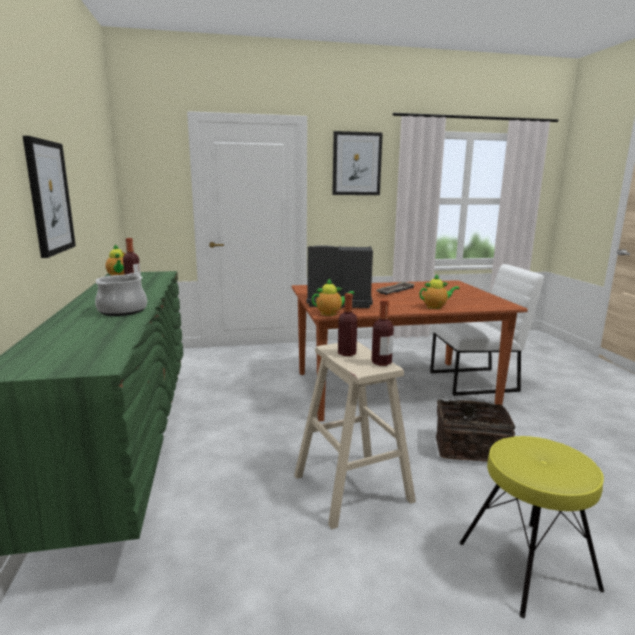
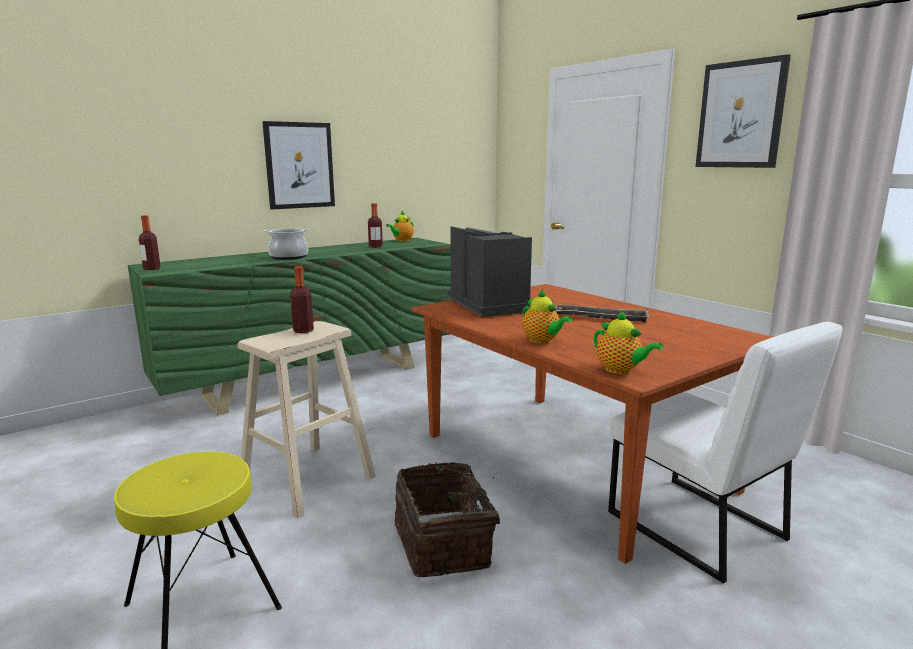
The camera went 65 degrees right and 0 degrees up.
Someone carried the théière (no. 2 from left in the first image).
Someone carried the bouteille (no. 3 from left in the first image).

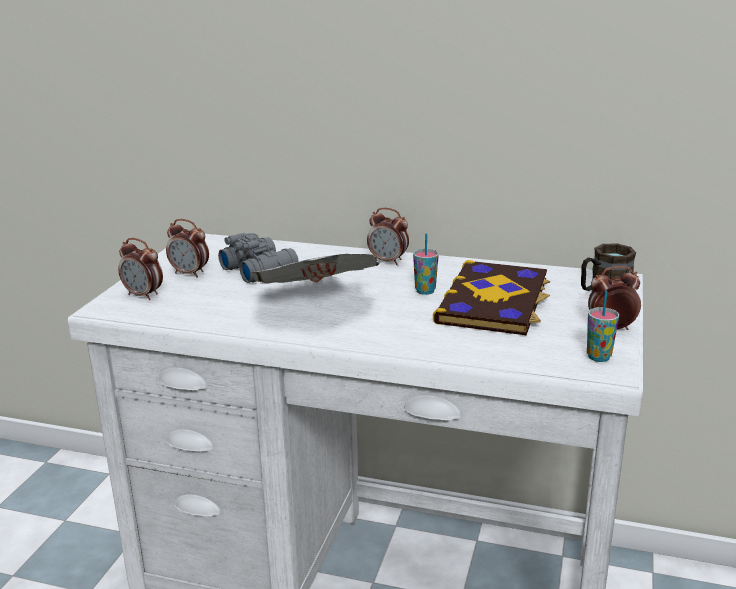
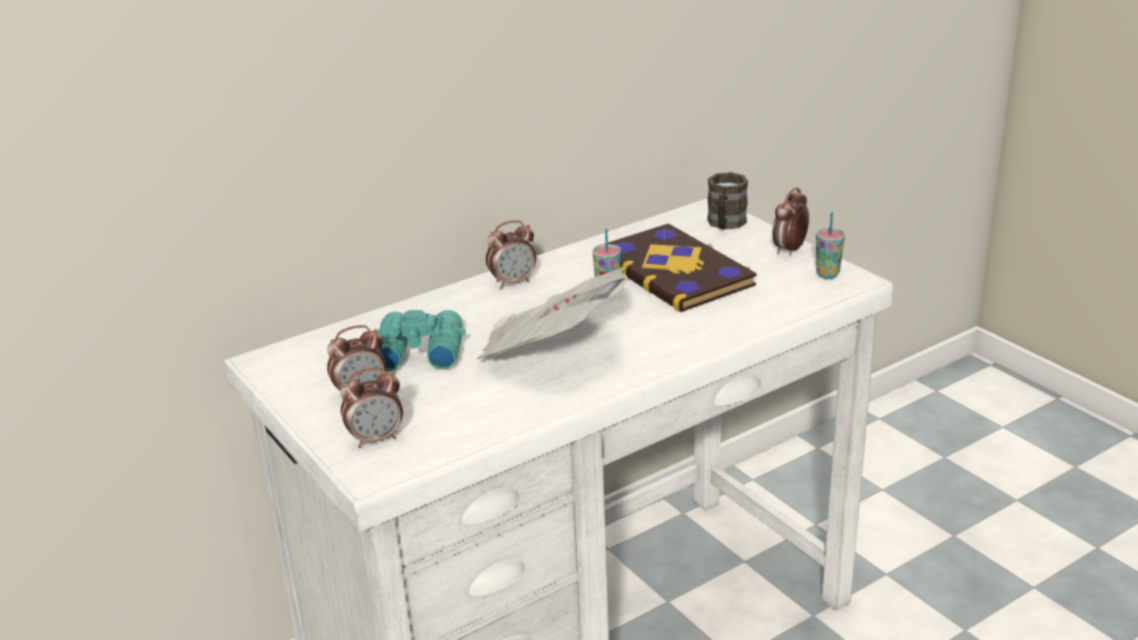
The camera went 50 degrees left and 5 degrees up.
Someone repainted the jumelles/gris, which became the jumelles/turquoise.

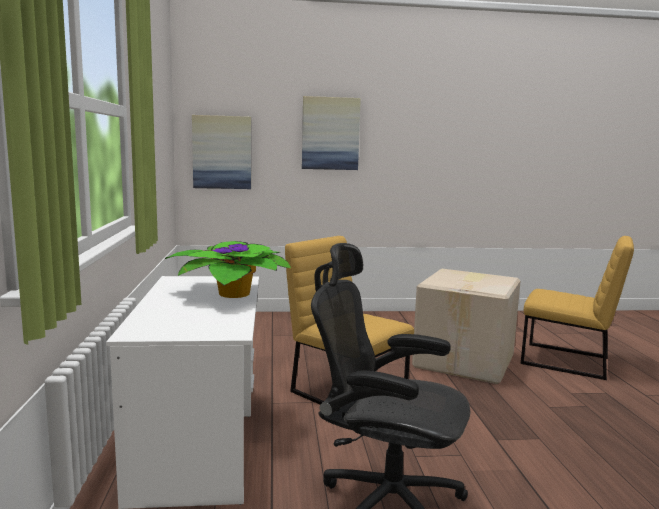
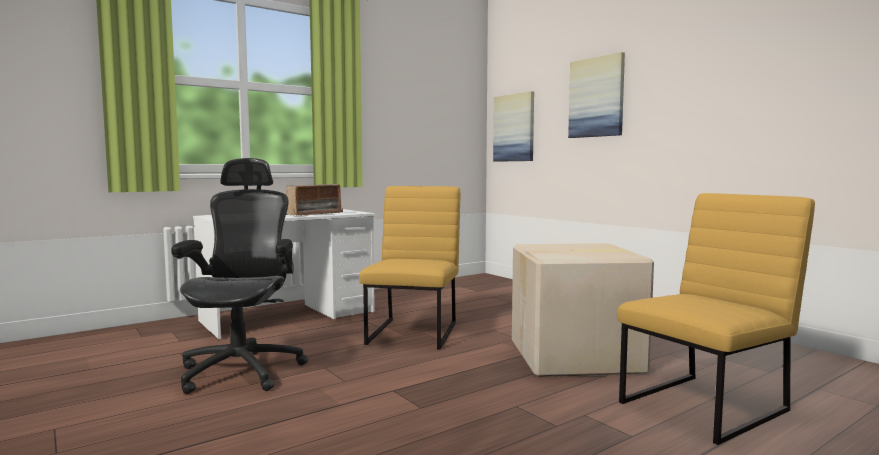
The camera went 60 degrees right and 5 degrees down.
Someone rotated the chaise/jaune (no. 2 from left) by 120 degrees counterclockwise.
Someone swapped the plante en pot for the radio.

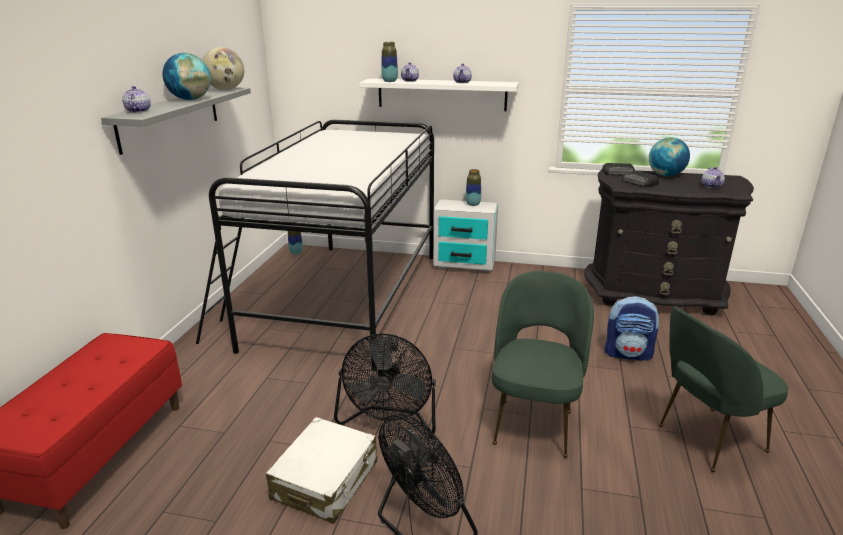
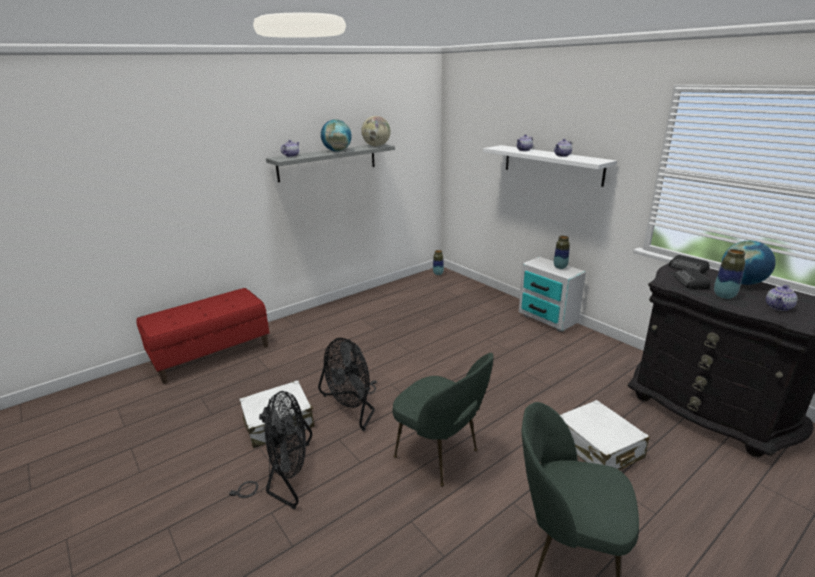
The camera went 40 degrees right and 0 degrees up.
Someone carried the vase (no. 2 from left in the first image).
Someone took away the lit/noir.
Someone rotated the chaise/vert (no. 1 from left) by 75 degrees clockwise.
Someone swapped the sac à dos for the valise/blanc (no. 2 from left).

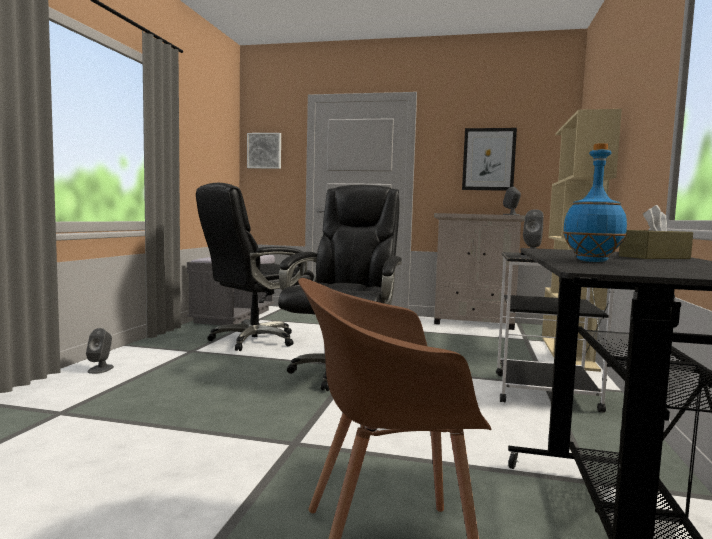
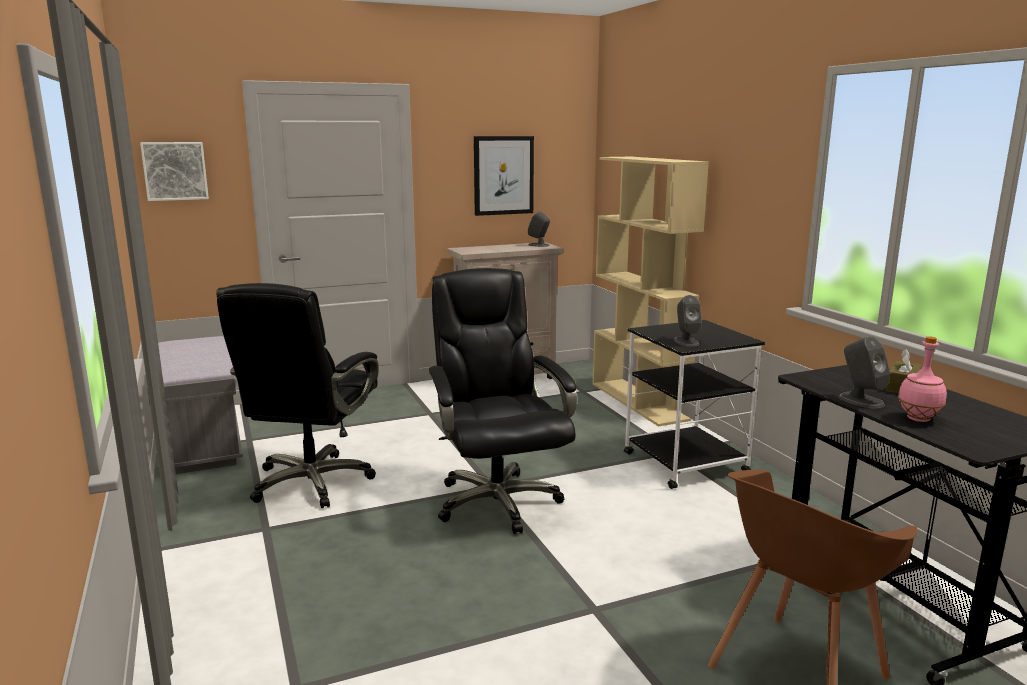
The camera went 35 degrees left and 10 degrees up.
Someone repainted the bouteille/bleu, which became the bouteille/rose.
Someone carried the enceinte/gris (no. 1 from left in the first image).

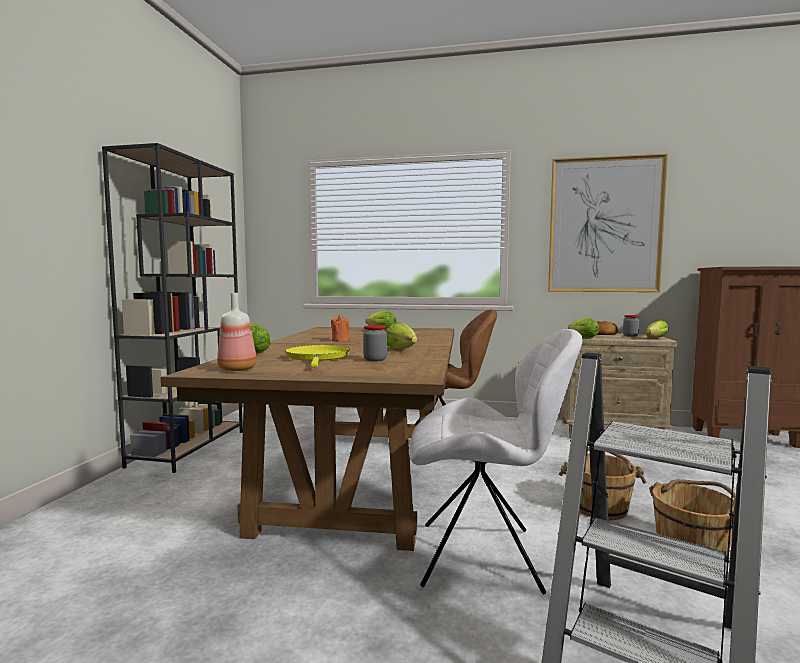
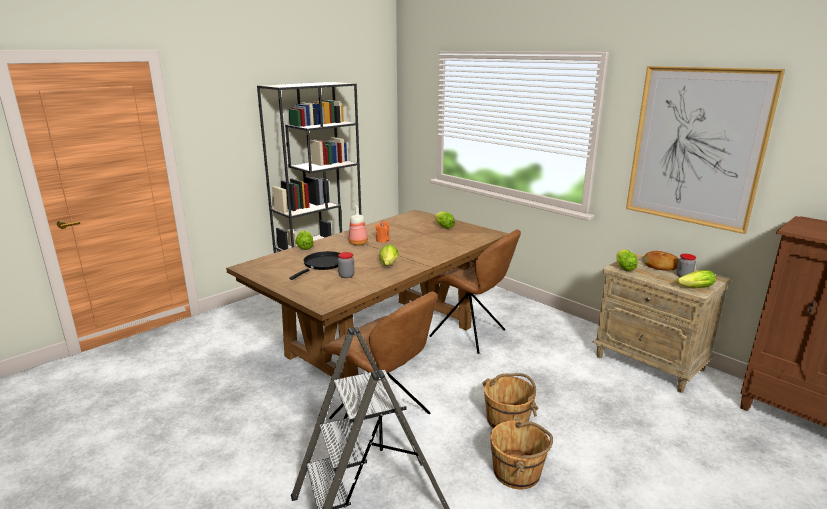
The camera went 35 degrees right and 15 degrees up.
Someone carried the bouteille.
Someone repainted the chaise/blanc, which became the chaise/marron (no. 1 from left).
Someone repainted the poêle/jaune, which became the poêle/noir.

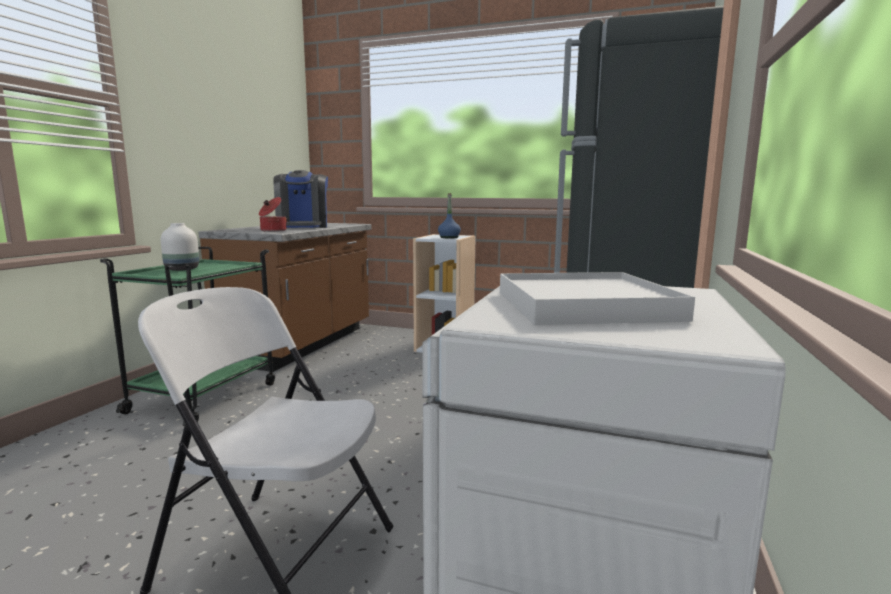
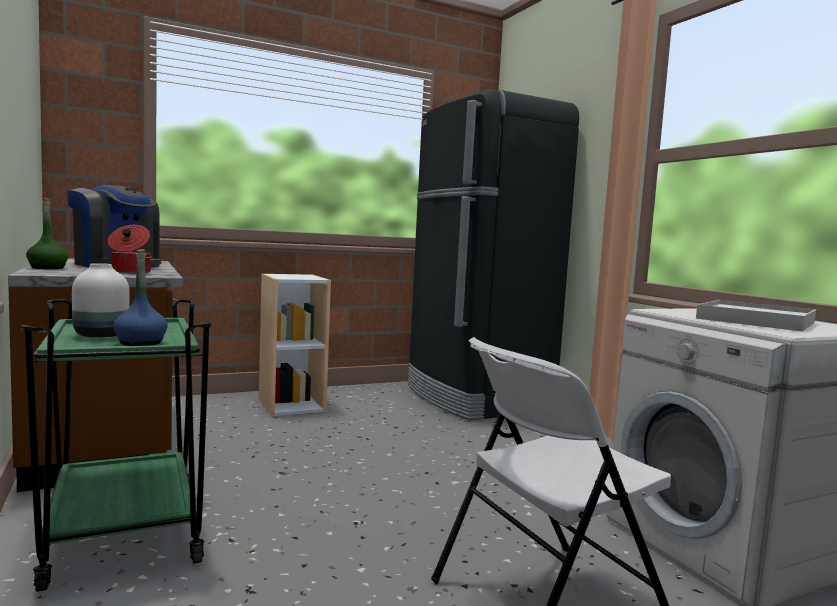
The camera went 45 degrees left and 5 degrees down.
Someone carried the bouteille/bleu.
Someone put down the bouteille/vert.

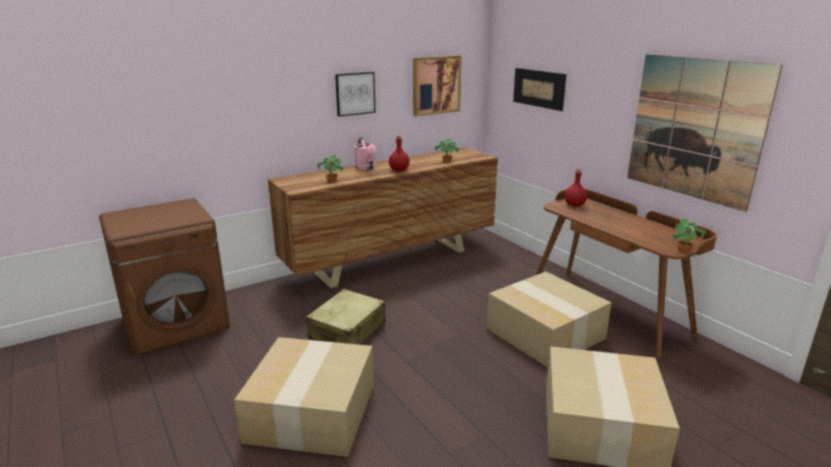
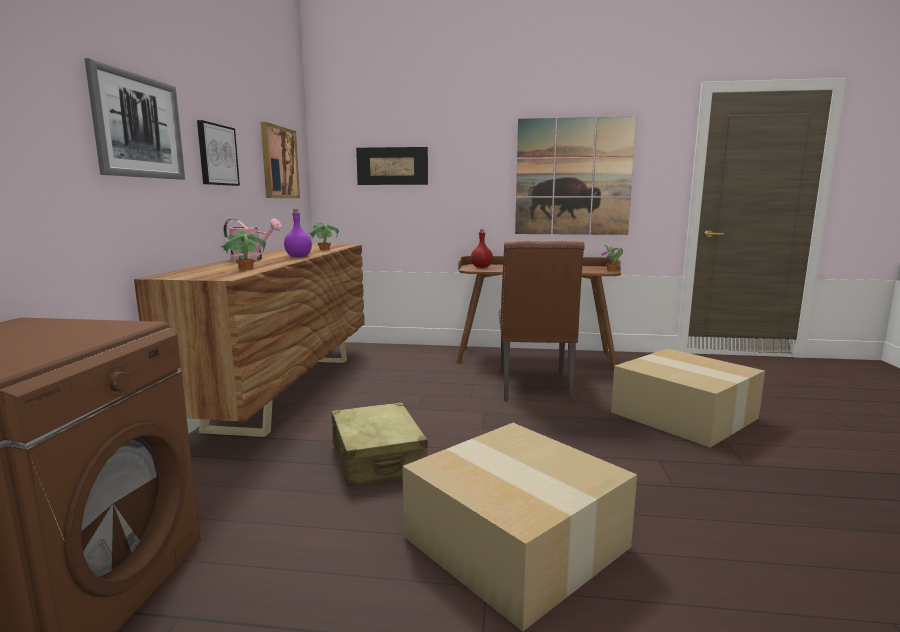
The camera went 50 degrees left and 10 degrees down.
Someone repainted the bouteille/rouge (no. 1 from left), which became the bouteille/violet.
Someone swapped the carton (no. 2 from left) for the chaise/marron.
Someone put up the tableau (no. 1 from left).

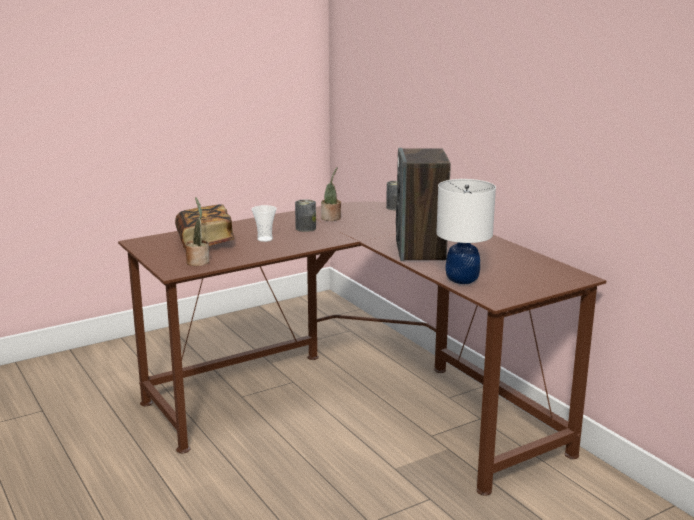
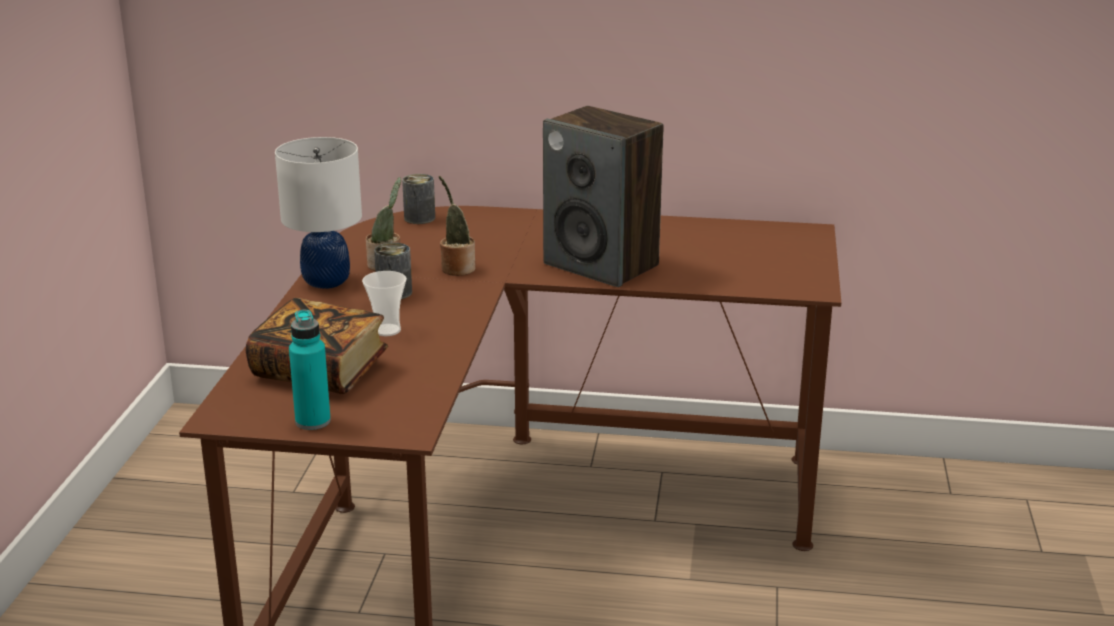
The camera went 50 degrees left and 5 degrees up.
Someone carried the lampe de table/blanc.
Someone carried the plante en pot (no. 1 from left in the first image).
Someone put down the bouteille/turquoise.

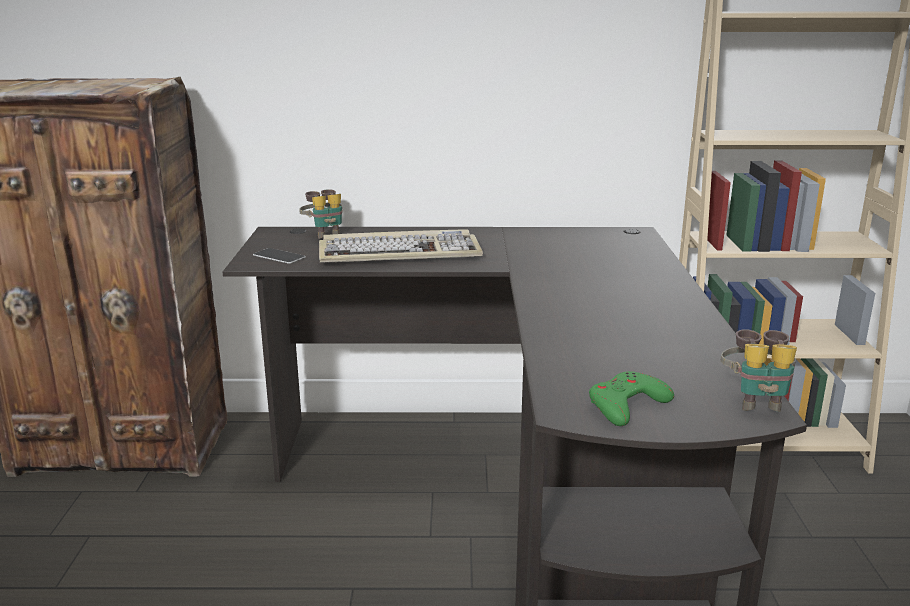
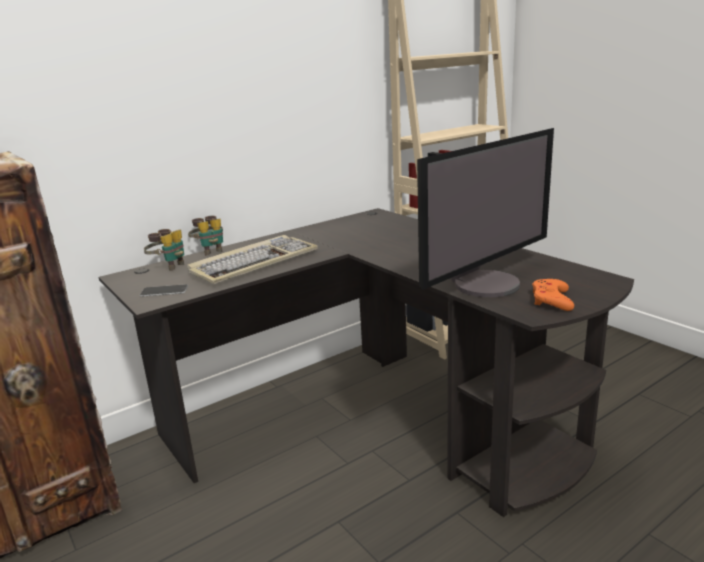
The camera went 35 degrees left and 0 degrees up.
Someone carried the jumelles (no. 2 from left).
Someone repainted the manette/vert, which became the manette/orange.
Someone put down the écran d'ordinateur.

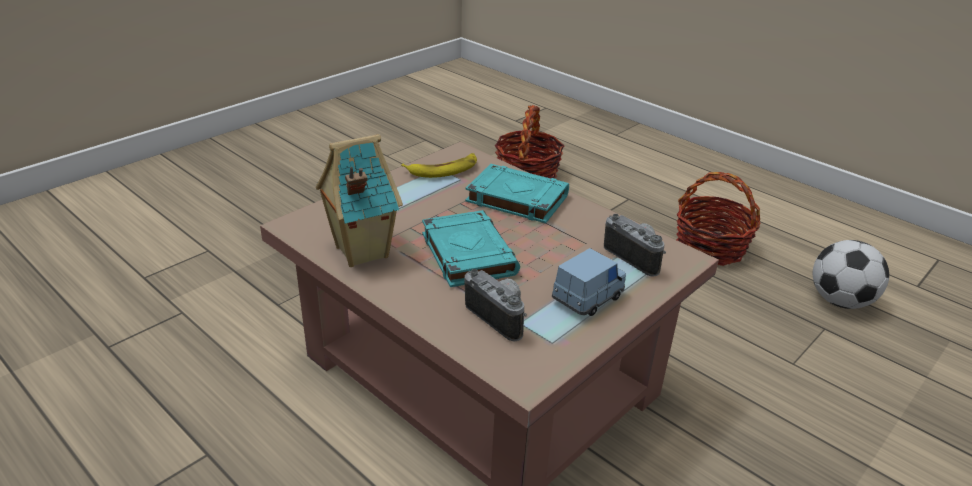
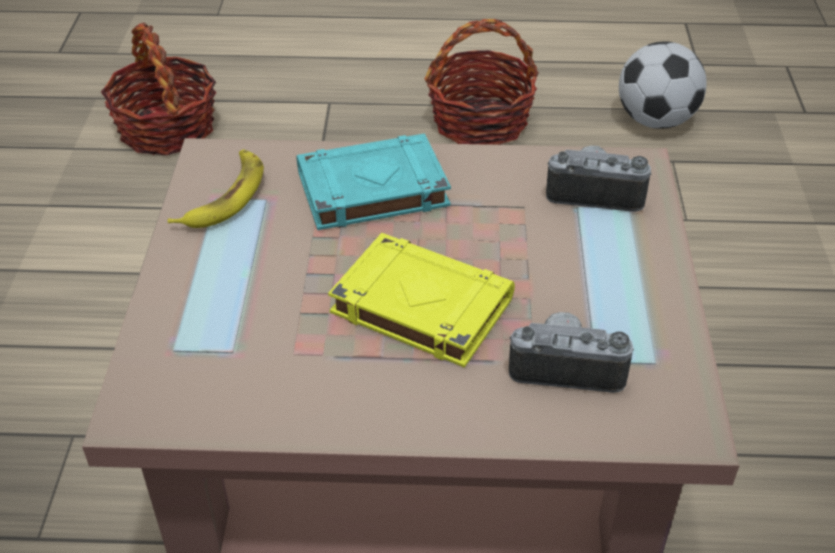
The camera went 40 degrees left and 10 degrees up.
Someone took away the maison miniature.
Someone repainted the livre/turquoise (no. 1 from left), which became the livre/jaune.
Someone took away the petite voiture/bleu.

